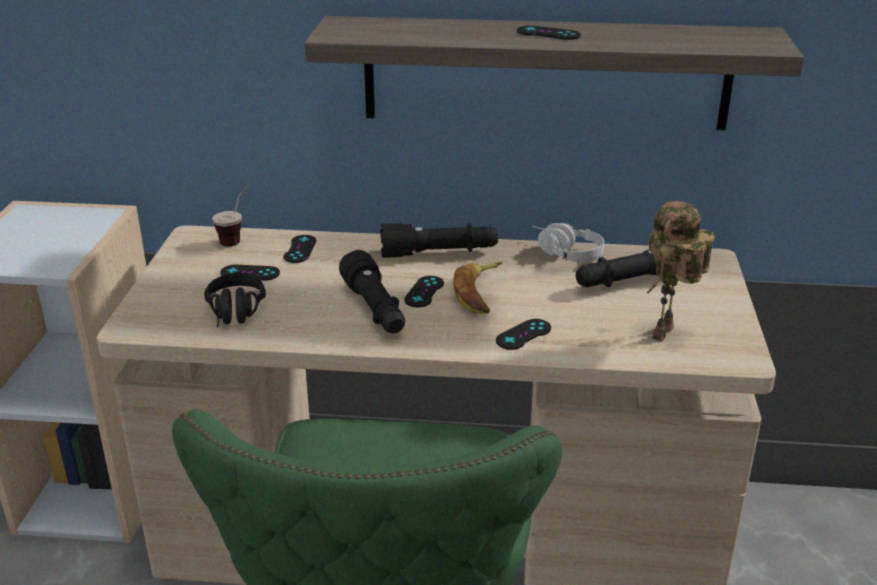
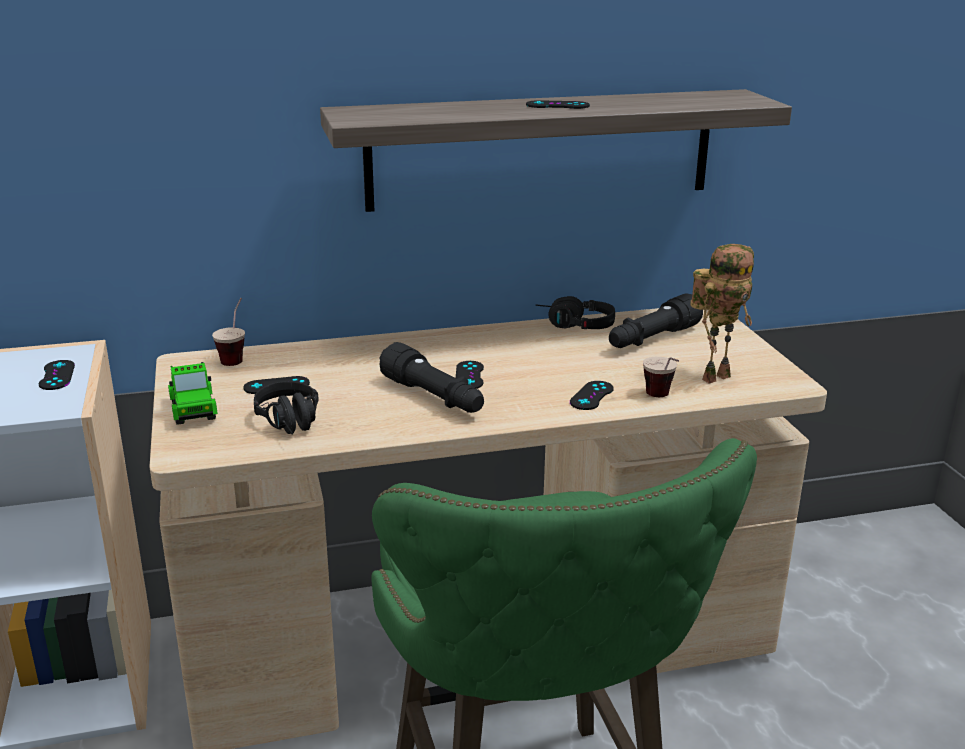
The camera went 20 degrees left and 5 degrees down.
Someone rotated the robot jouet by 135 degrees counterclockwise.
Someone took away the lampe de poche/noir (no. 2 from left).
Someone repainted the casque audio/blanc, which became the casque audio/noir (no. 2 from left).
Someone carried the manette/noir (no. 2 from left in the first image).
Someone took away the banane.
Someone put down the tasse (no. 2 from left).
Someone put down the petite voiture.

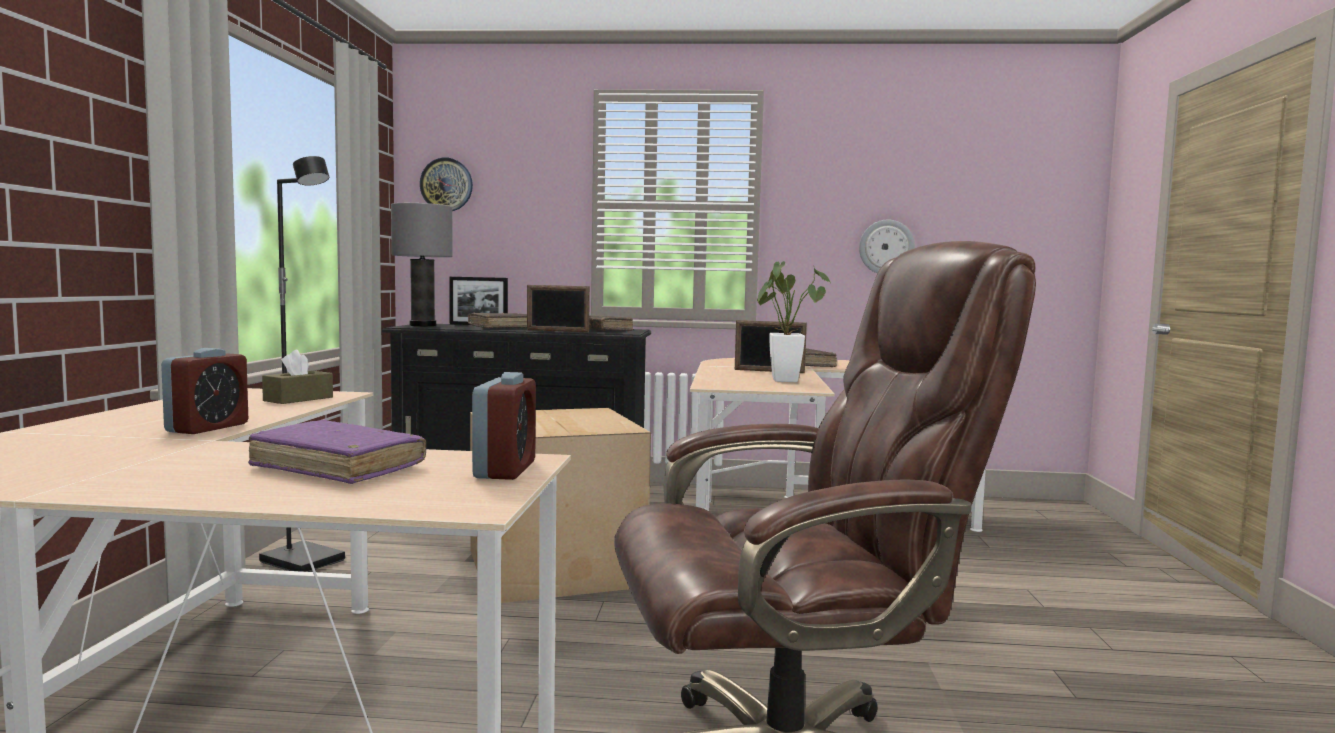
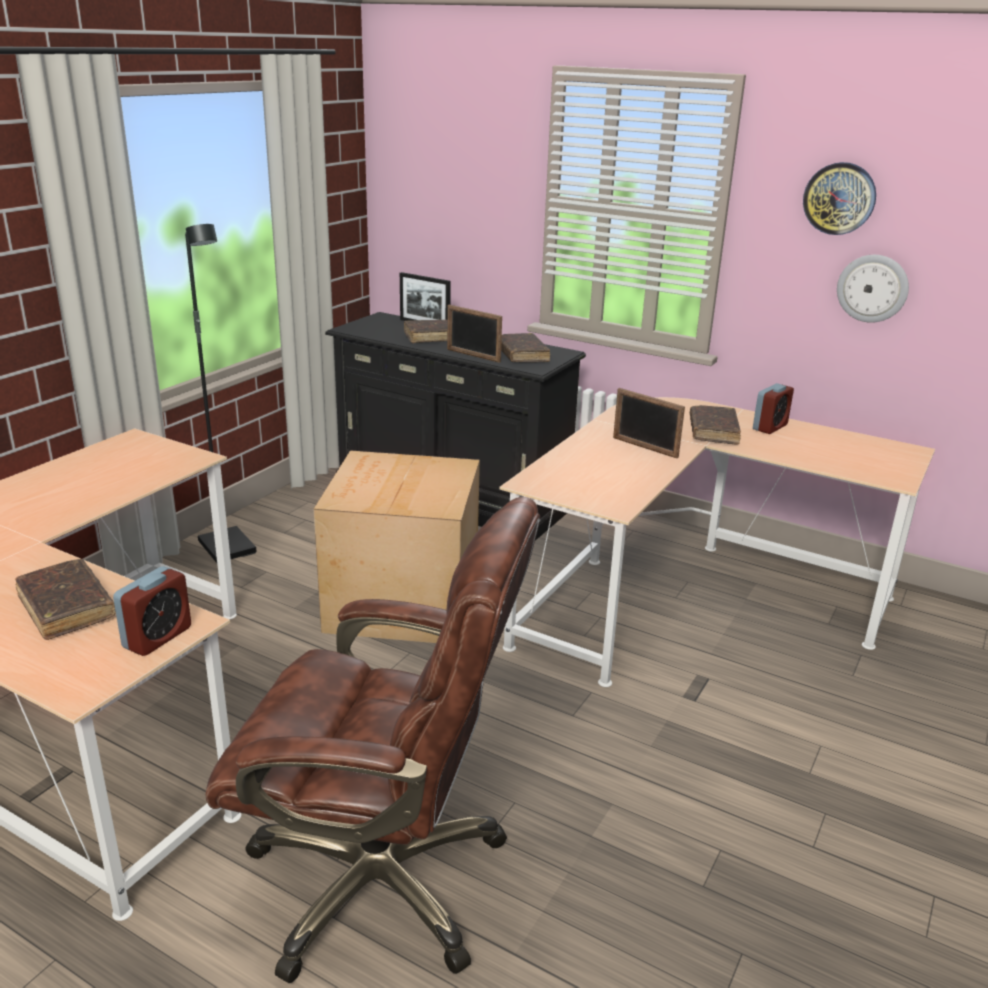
The camera went 25 degrees right and 20 degrees up.
Someone carried the horloge murale (no. 1 from left).
Someone took away the lampe de table/gris.
Someone took away the plante en pot.
Someone carried the réveil (no. 1 from left in the first image).
Someone took away the boîte à mouchoirs/marron.
Someone repainted the livre/violet, which became the livre/marron (no. 1 from left).

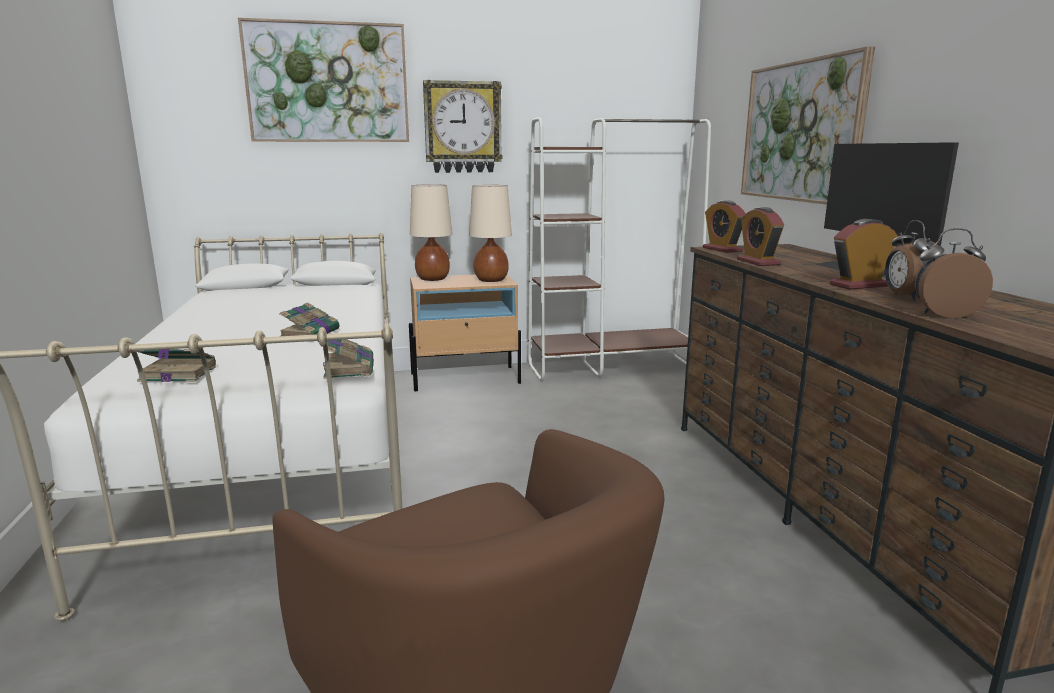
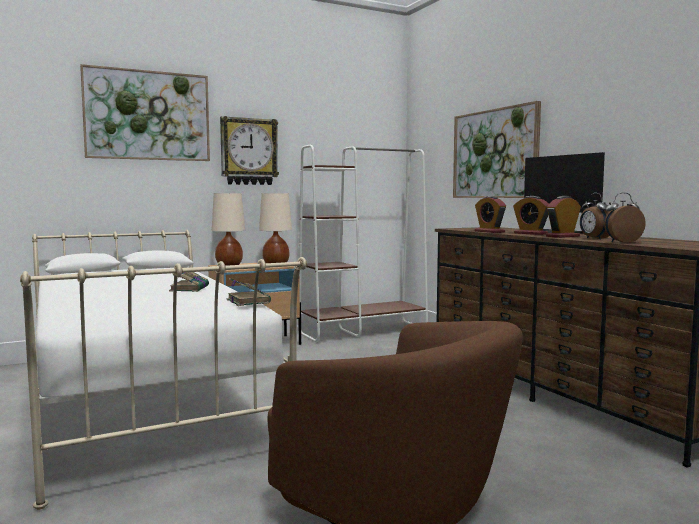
The camera went 15 degrees left and 10 degrees down.
Someone carried the réveil (no. 1 from left in the first image).
Someone took away the livre (no. 1 from left).

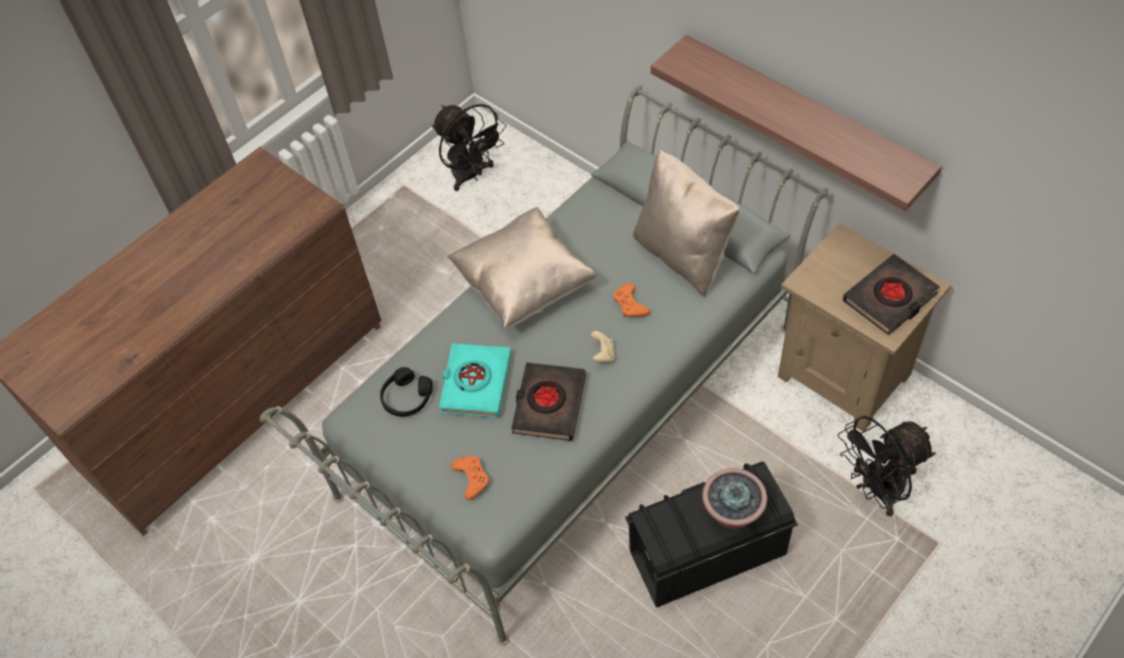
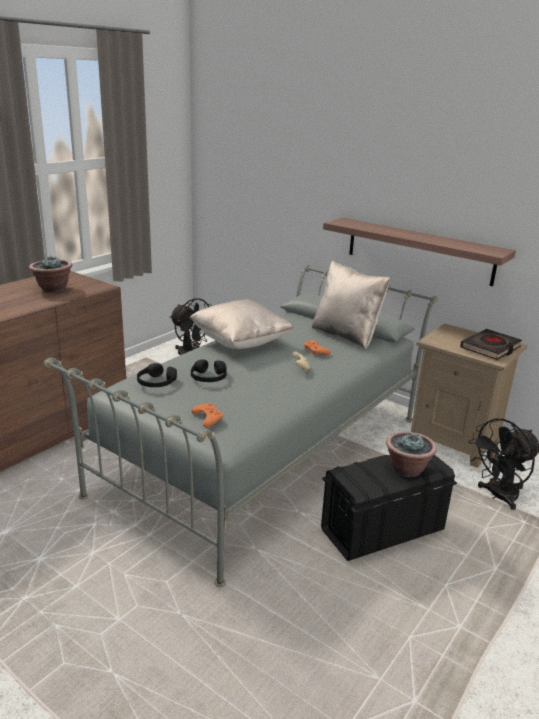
The camera went 10 degrees left and 30 degrees down.
Someone swapped the livre/turquoise for the casque audio/noir (no. 2 from left).
Someone took away the livre/noir (no. 1 from left).
Someone put down the plante en pot (no. 1 from left).

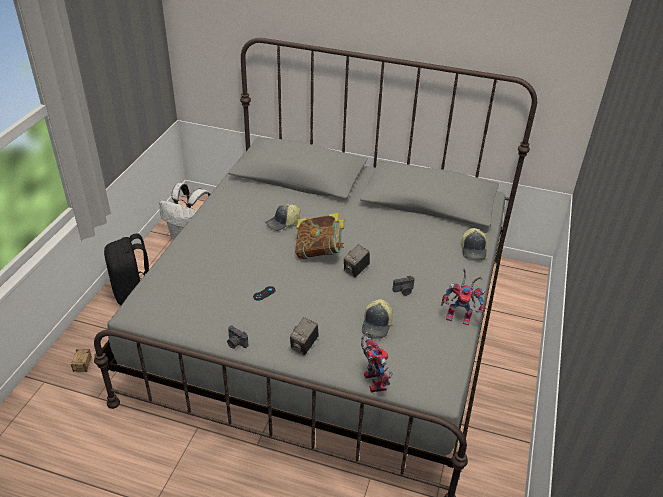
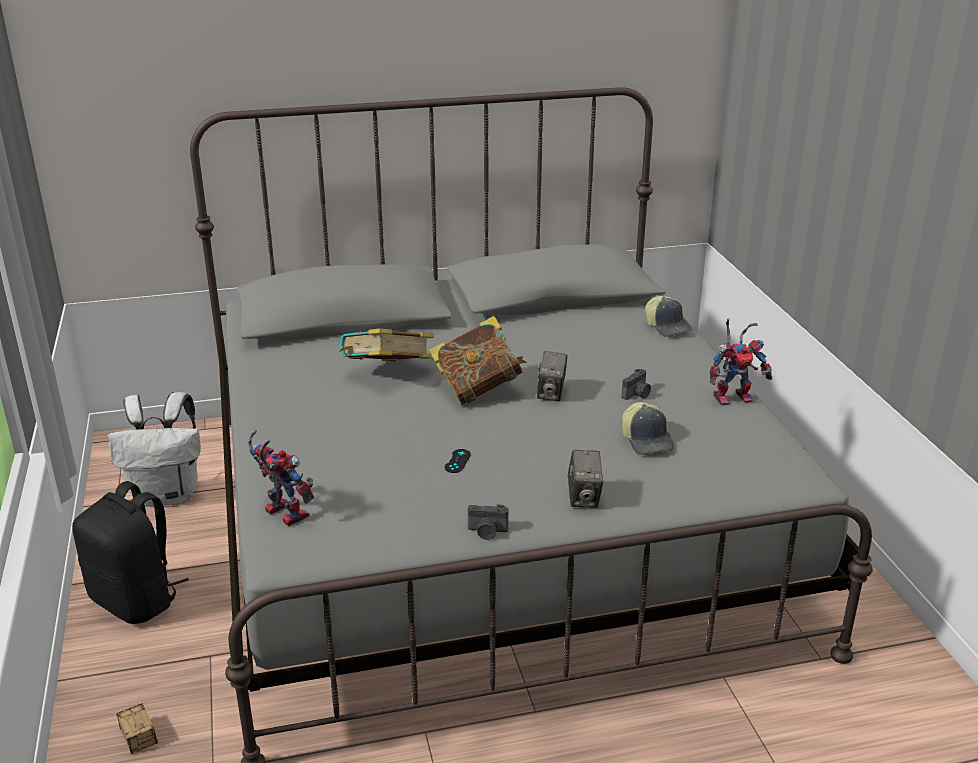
The camera went 30 degrees left and 10 degrees down.
Someone swapped the casquette (no. 1 from left) for the livre (no. 1 from left).
Someone carried the robot jouet (no. 1 from left).

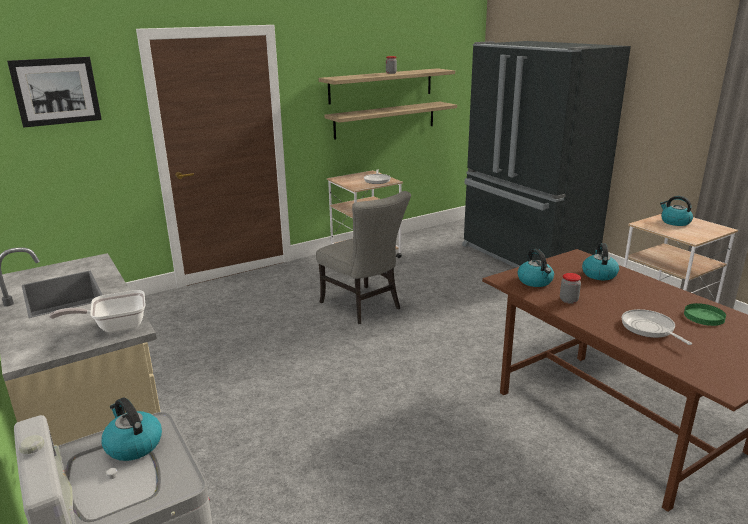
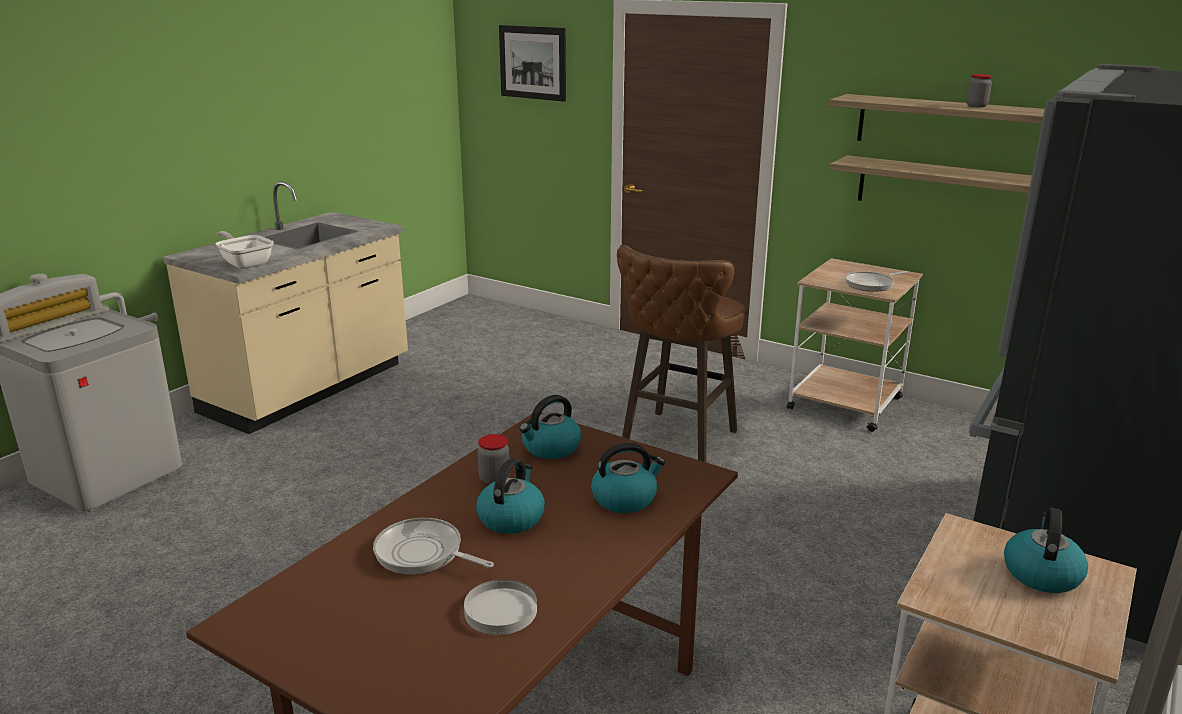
The camera went 65 degrees right and 0 degrees up.
Someone swapped the chaise/gris for the tabouret/marron.
Someone repainted the assiette/vert, which became the assiette/blanc.
Someone rotated the poêle (no. 3 from left in the first image) by 105 degrees counterclockwise.
Someone carried the bouilloire (no. 1 from left).

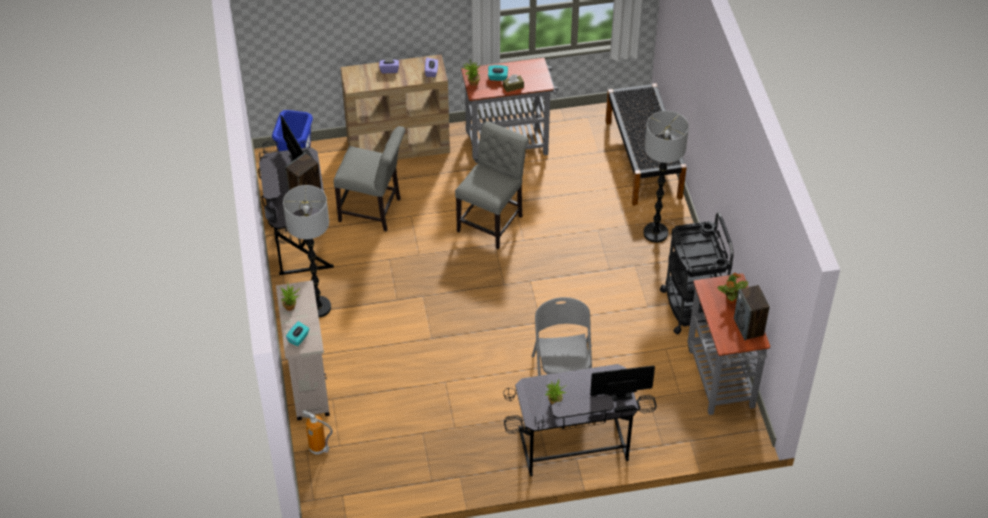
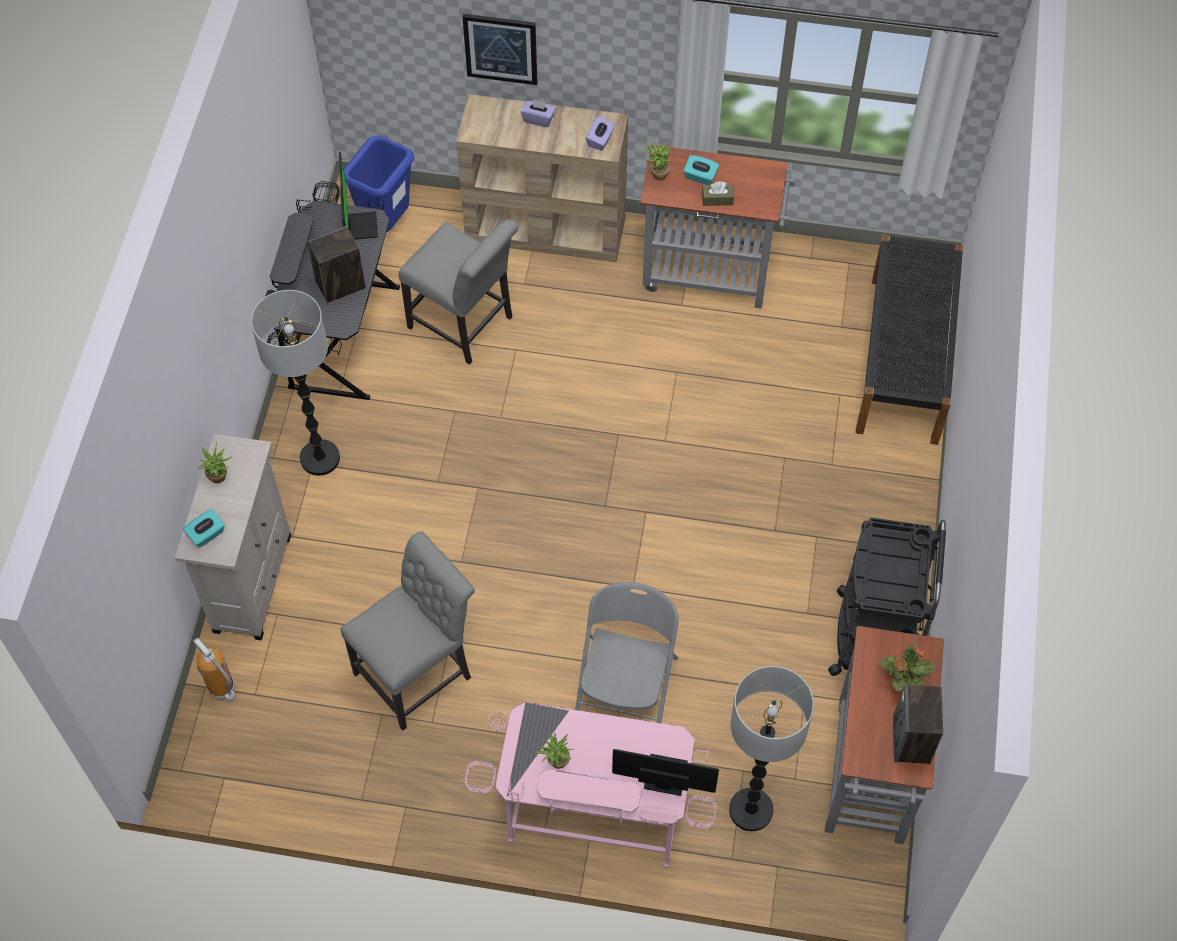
The camera went 20 degrees right and 10 degrees up.
Someone carried the lampadaire (no. 2 from left).
Someone carried the chaise/gris (no. 2 from left in the first image).
Someone repainted the bureau/noir (no. 2 from left), which became the bureau/rose.
Someone put up the tableau.

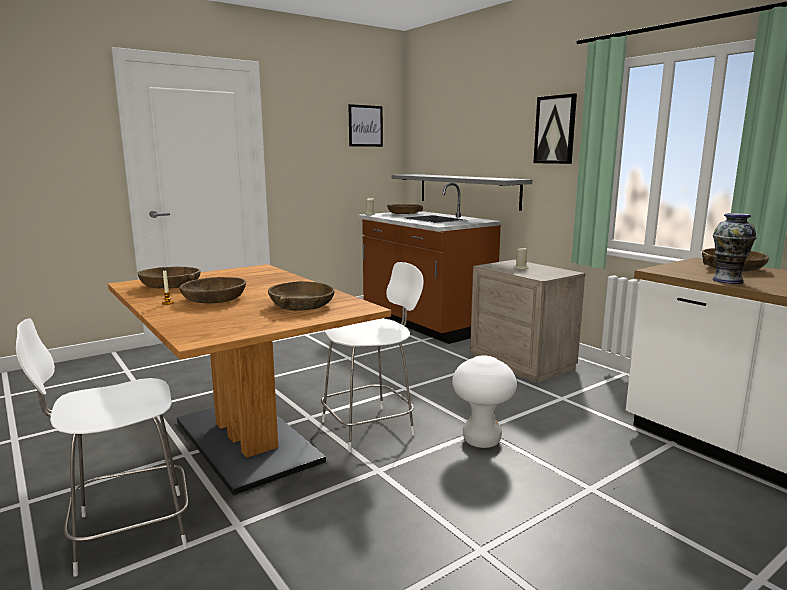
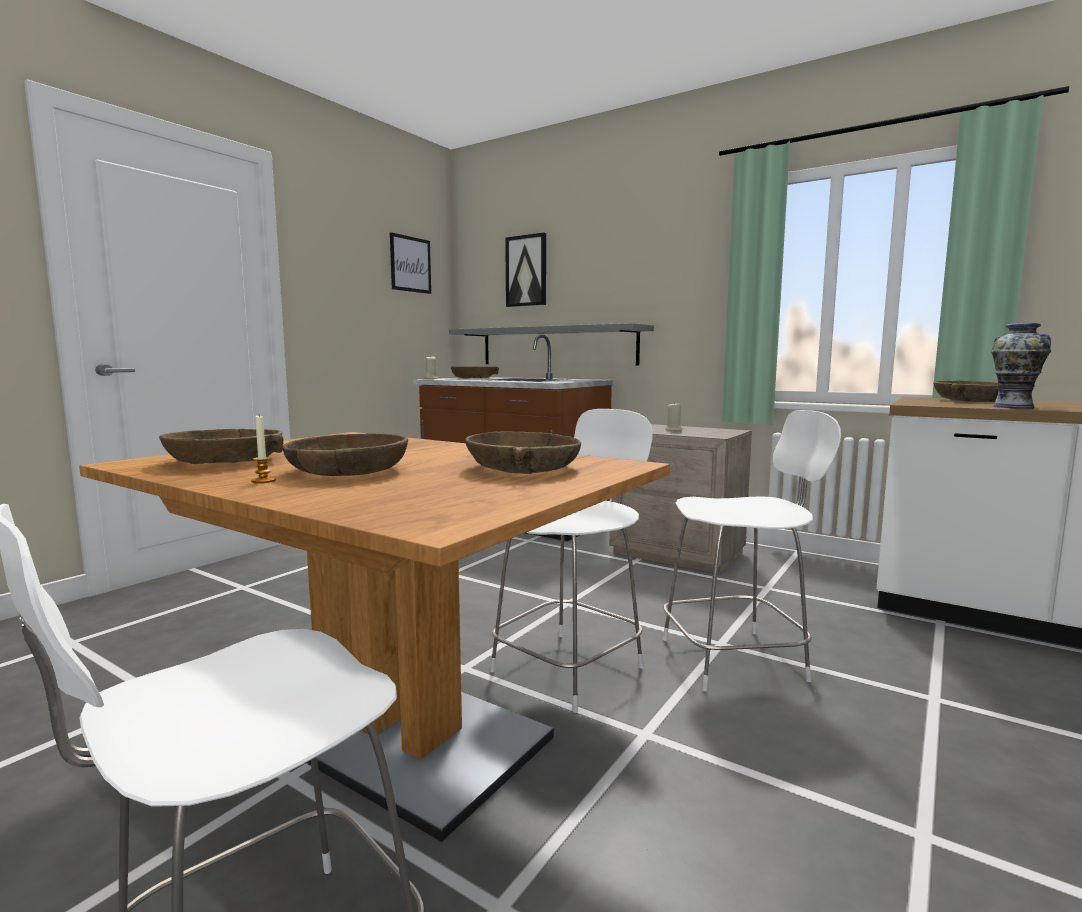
The camera went 20 degrees left and 5 degrees down.
Someone carried the tableau (no. 2 from left).
Someone swapped the tabouret/blanc for the chaise/blanc (no. 3 from left).

